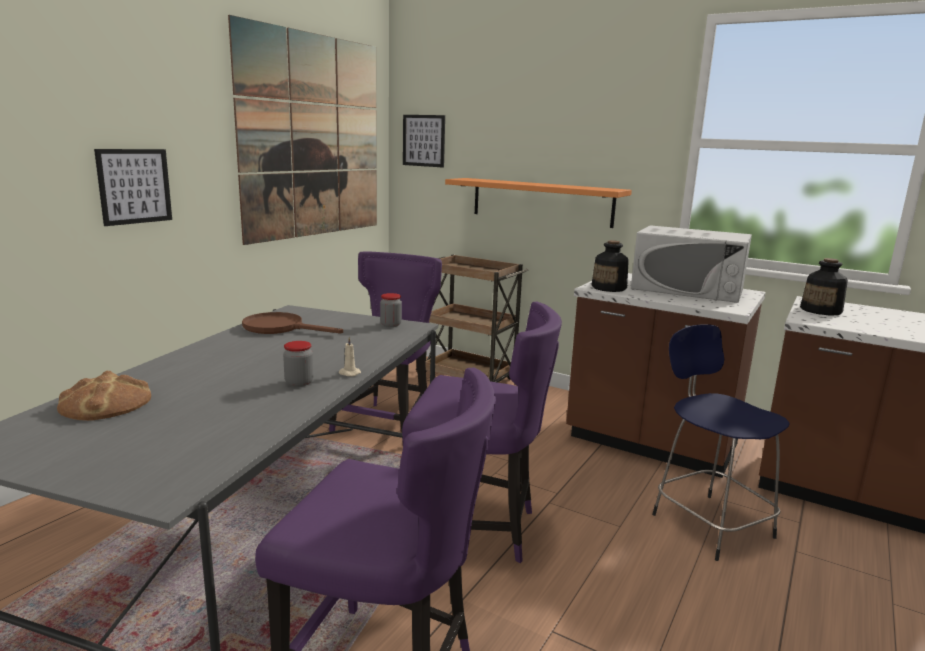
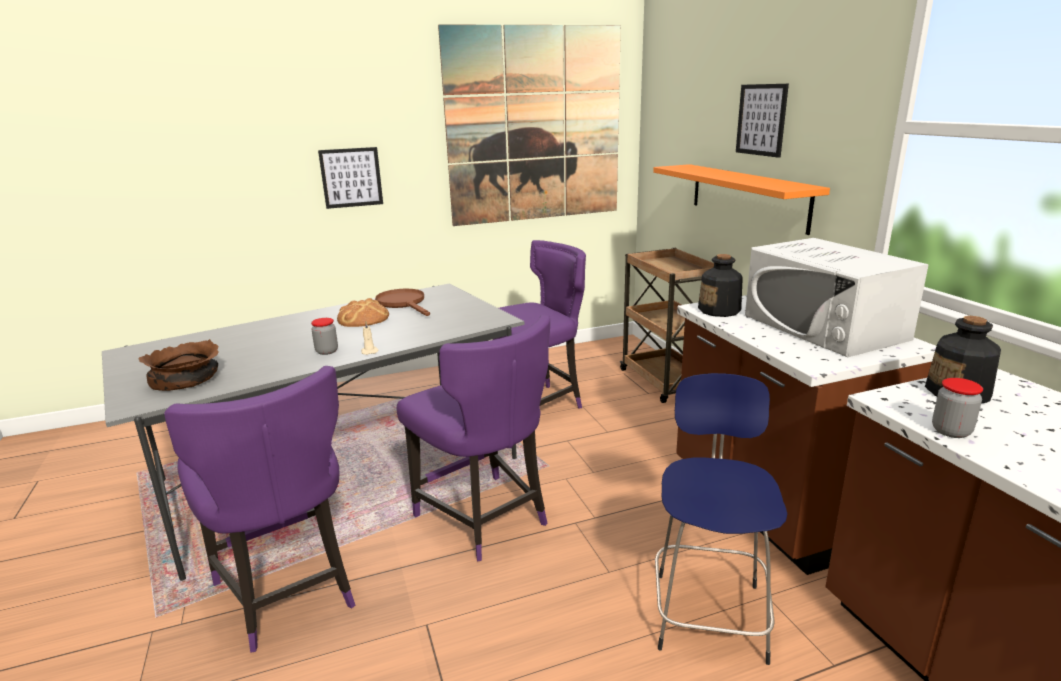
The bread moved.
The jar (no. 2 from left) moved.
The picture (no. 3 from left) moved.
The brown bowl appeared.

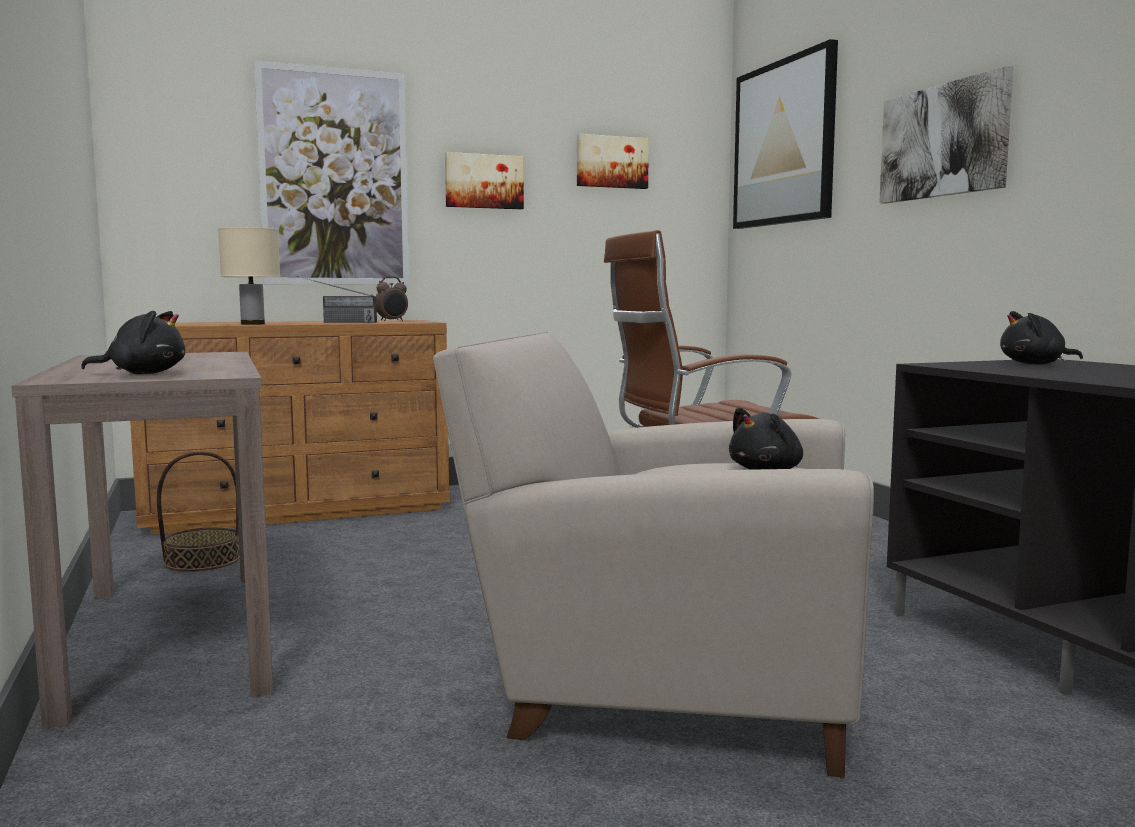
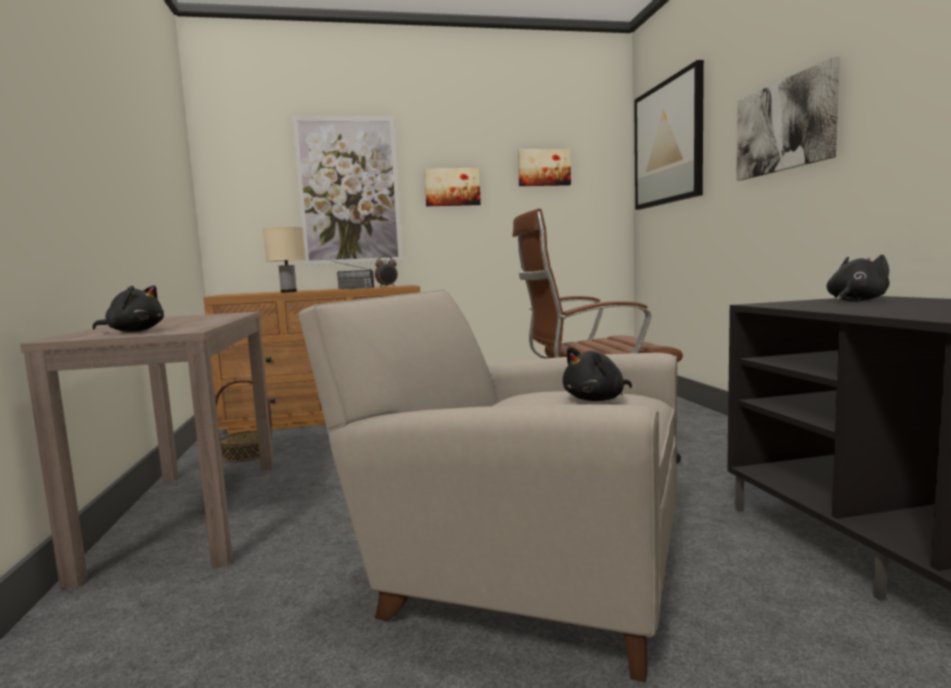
The black plush toy (no. 3 from left) turned 135 degrees clockwise.

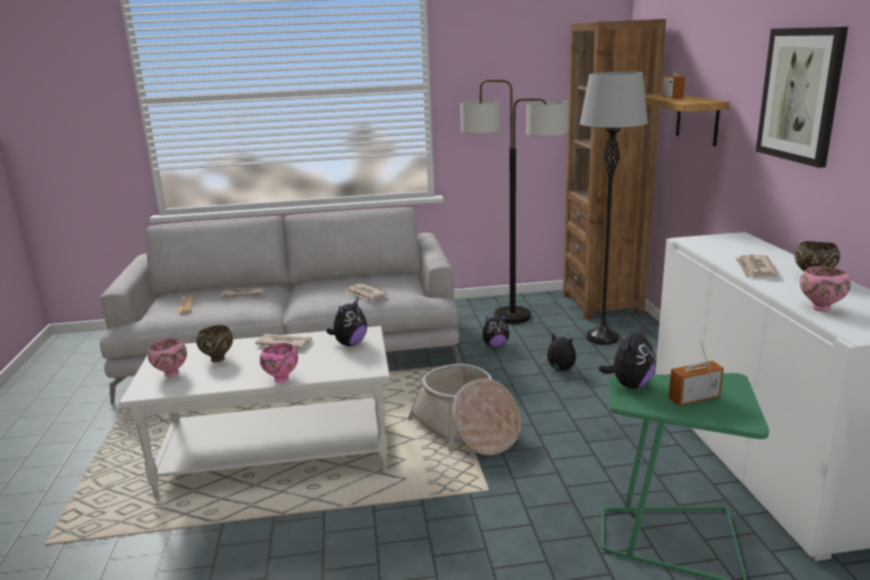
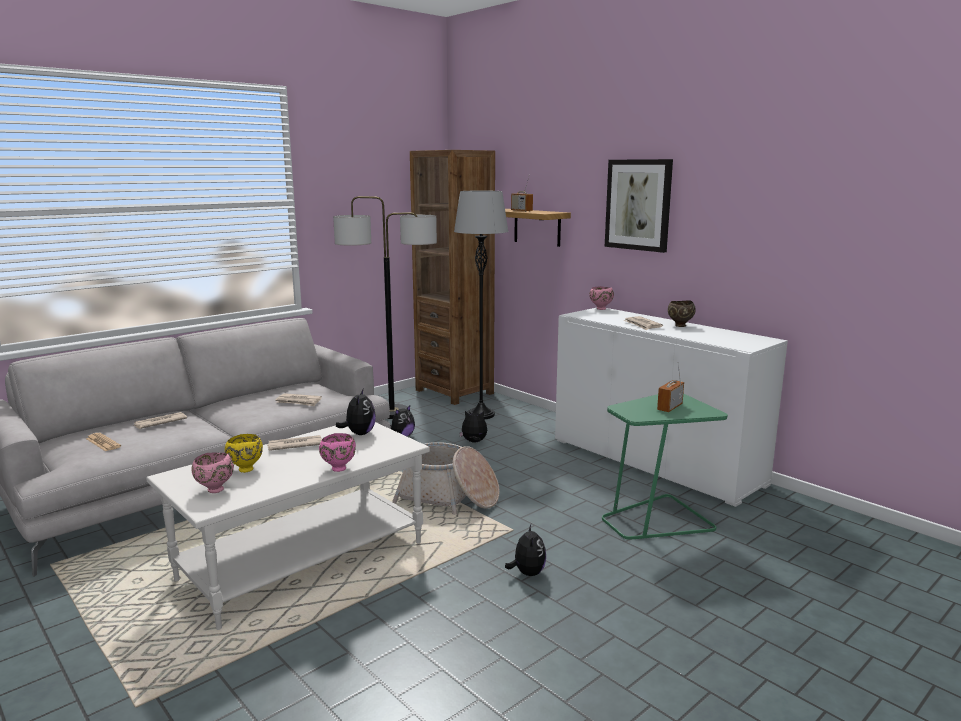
The brown bowl (no. 1 from left) became the yellow bowl.
The plush toy (no. 4 from left) moved.
The pink bowl (no. 3 from left) moved.

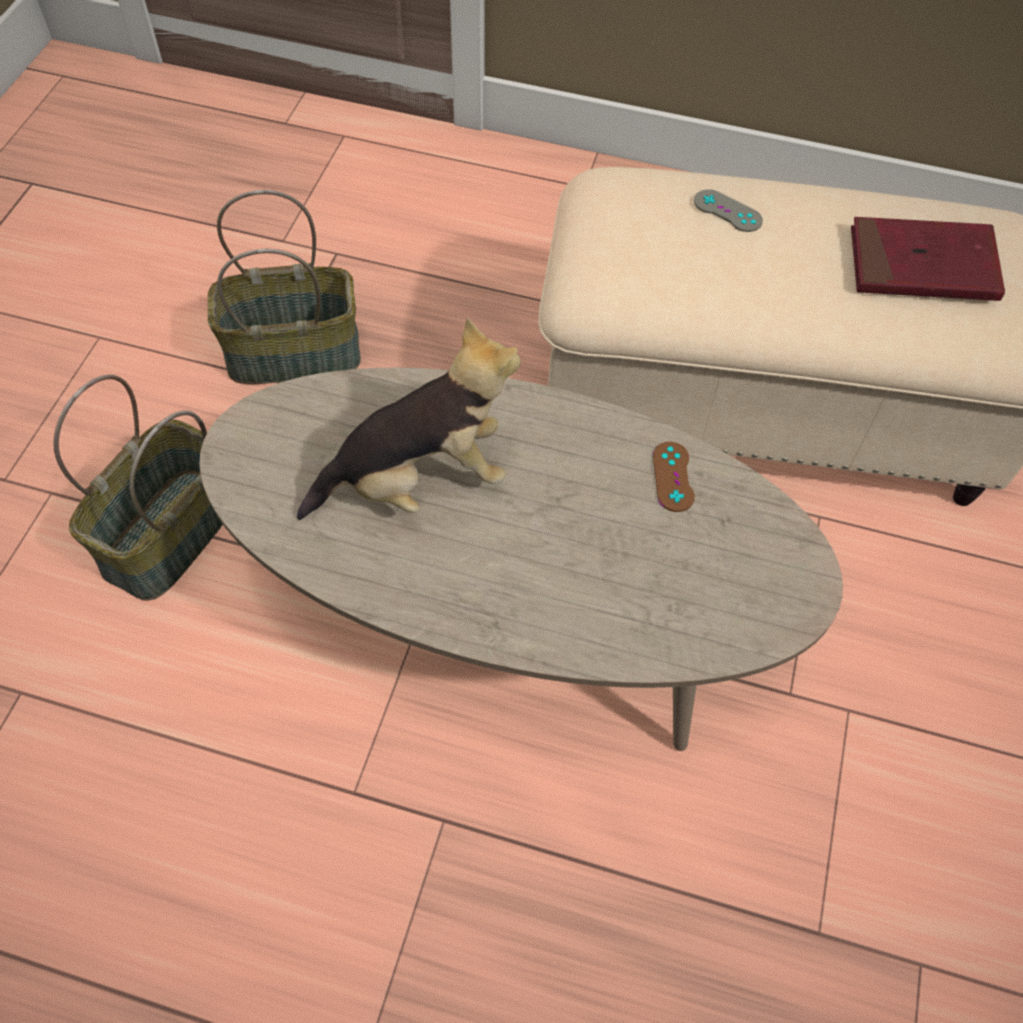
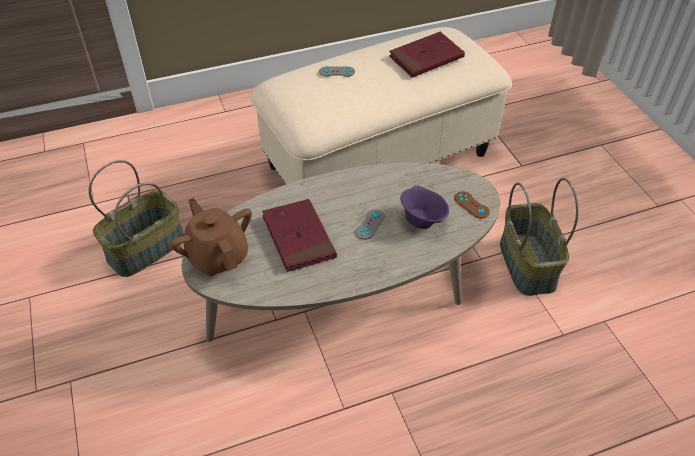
The basket (no. 1 from left in the first image) moved.
The plush toy was replaced by the red book (no. 1 from left).
The brown game controller moved.
The brown teapot appeared.
The grey game controller (no. 2 from left) appeared.
The purple bowl appeared.

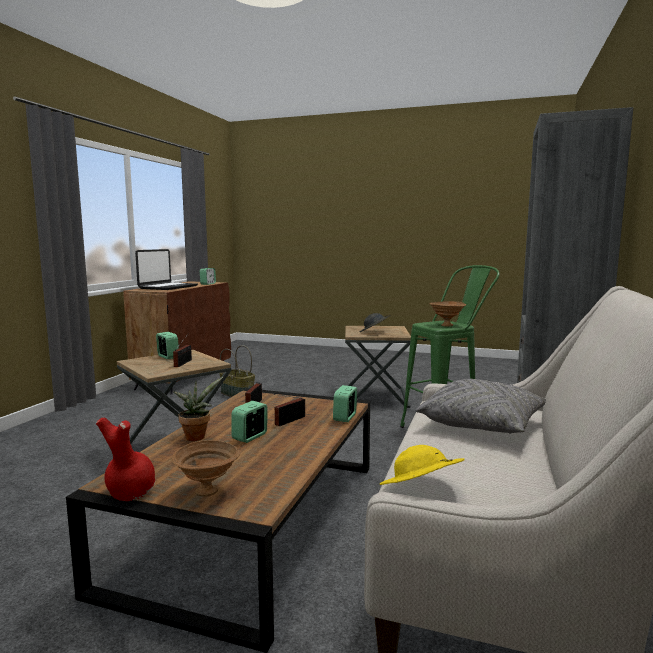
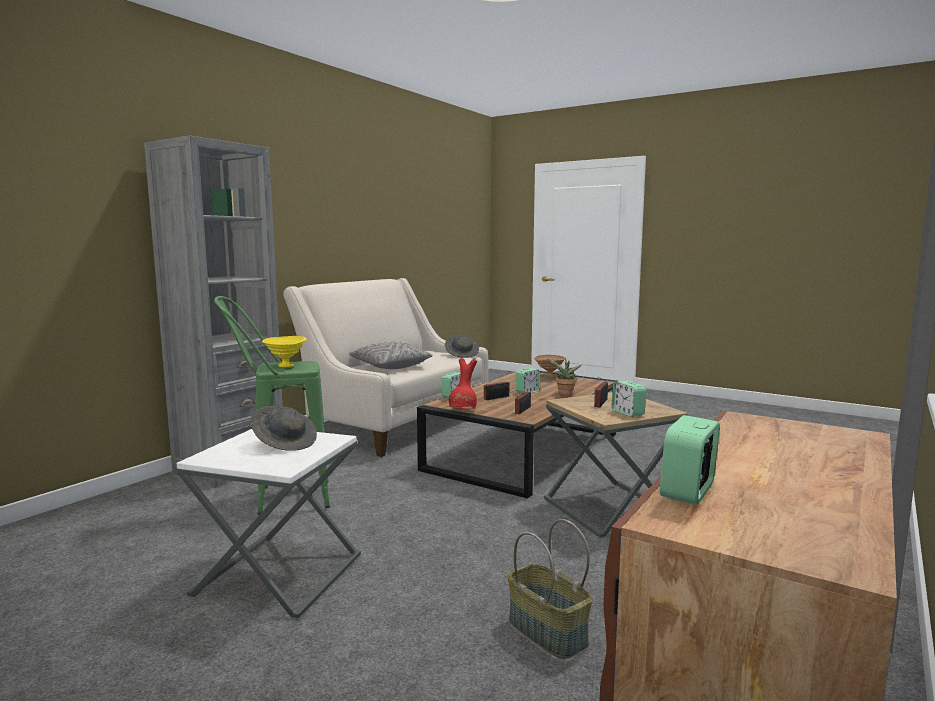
The red vase moved.
The laptop disappeared.
The brown side table (no. 2 from left) became the white side table.
The yellow hat became the grey hat (no. 2 from left).
The brown bowl (no. 2 from left) became the yellow bowl.

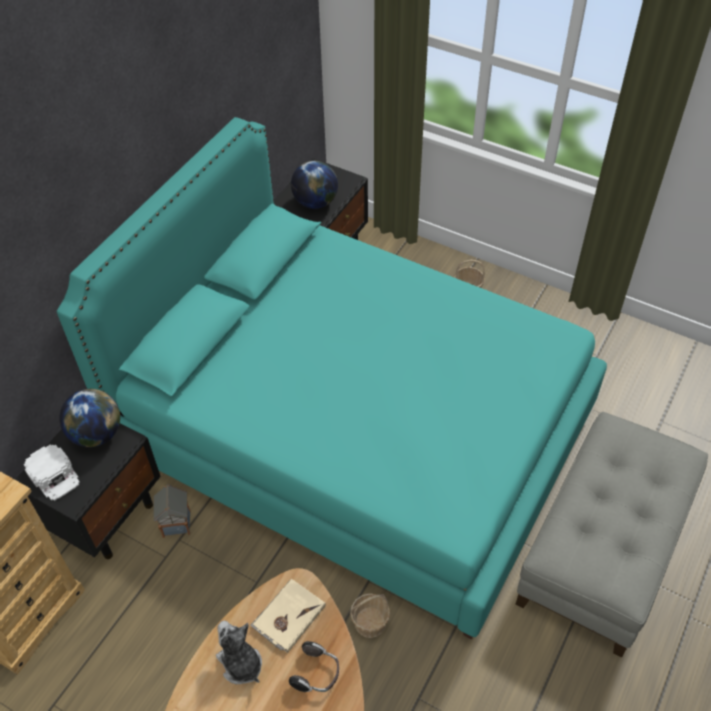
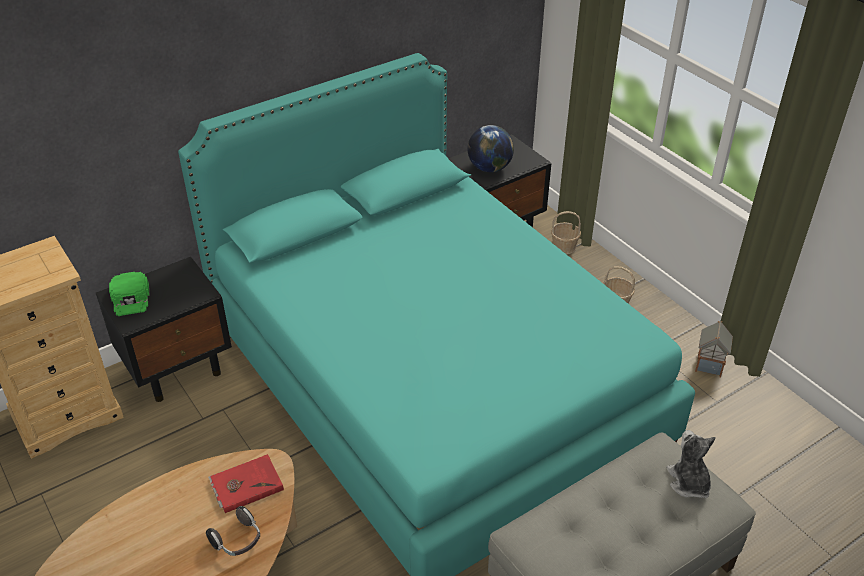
The white cap became the green cap.
The globe (no. 1 from left) disappeared.
The toy house moved.
The plush toy moved.
The beige book became the red book.
The basket (no. 1 from left) moved.

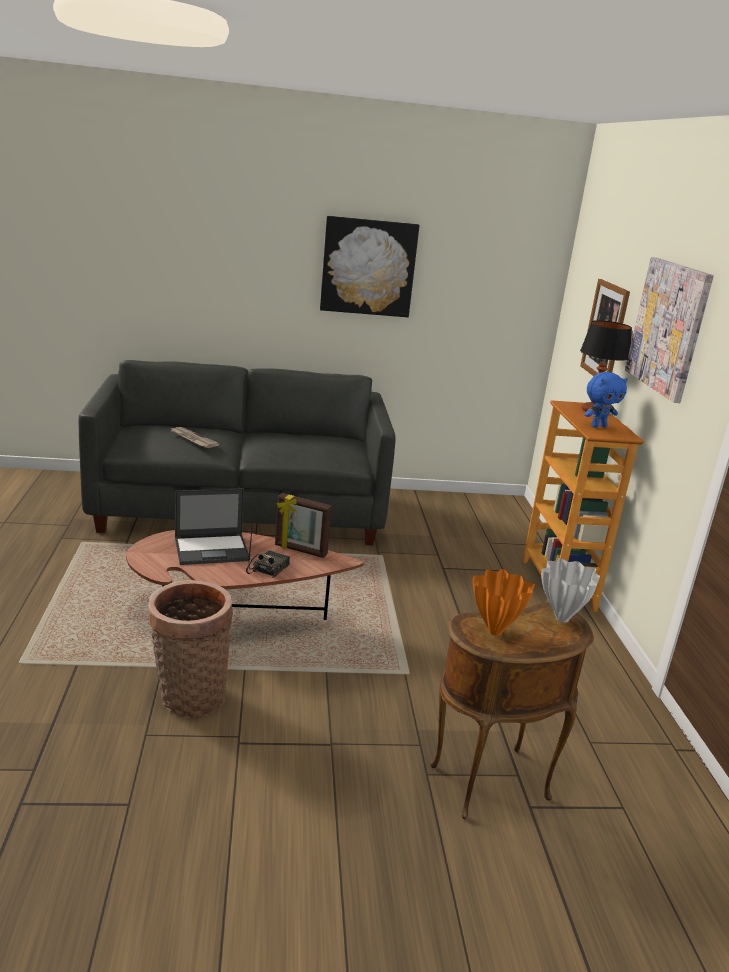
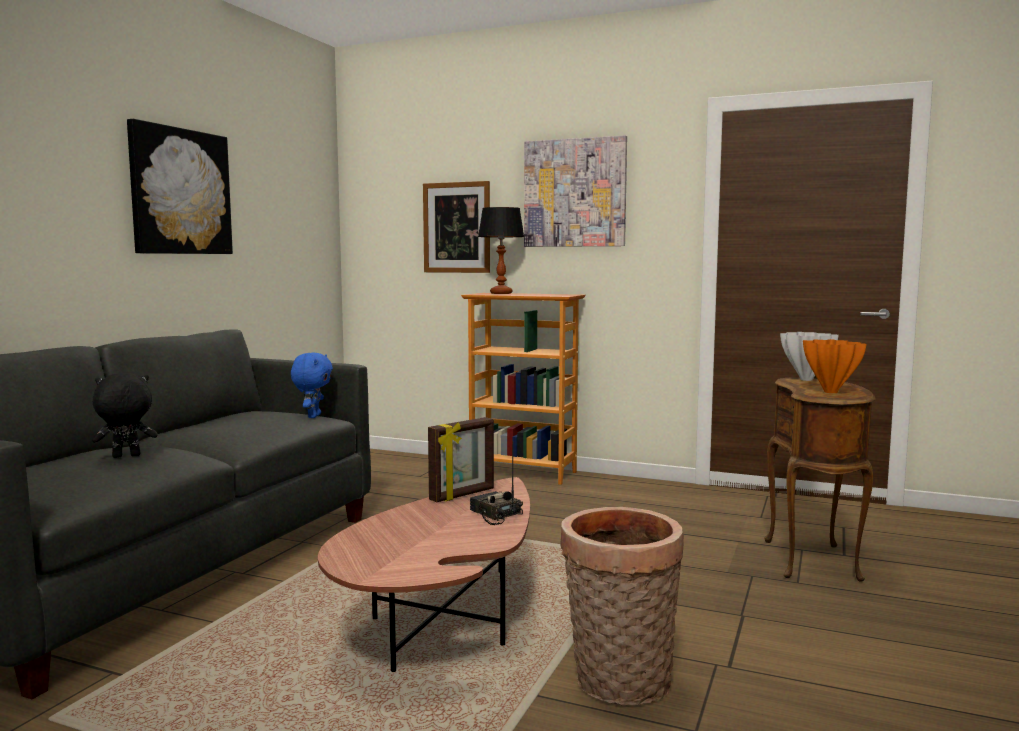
The newspaper was replaced by the black plush toy.
The laptop disappeared.
The blue plush toy moved.

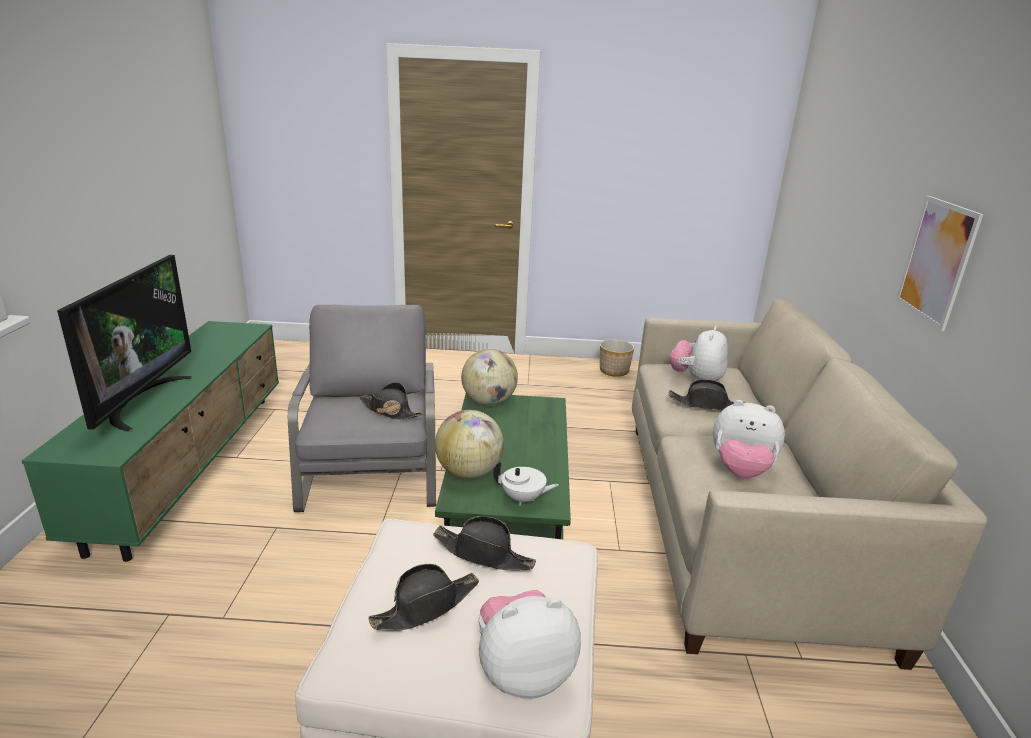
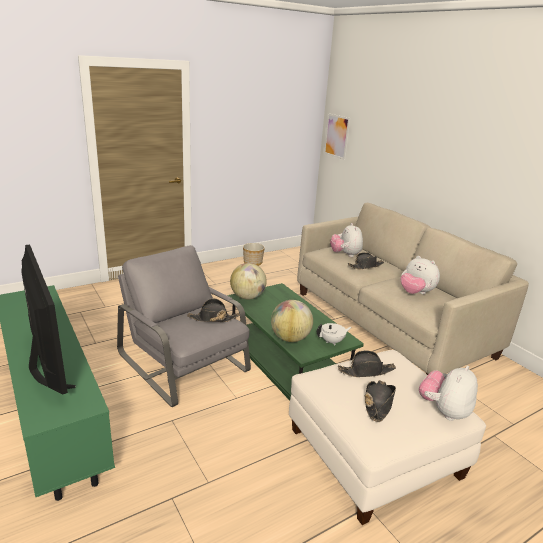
The plush toy (no. 3 from left in the first image) turned 60 degrees clockwise.
The picture moved.

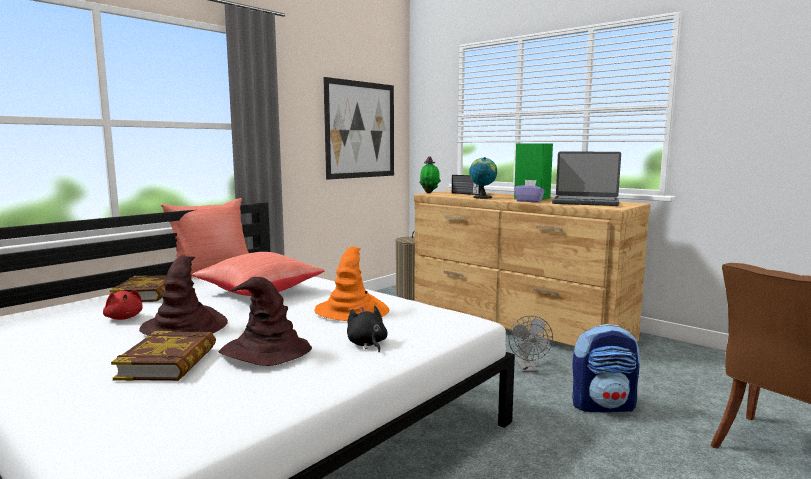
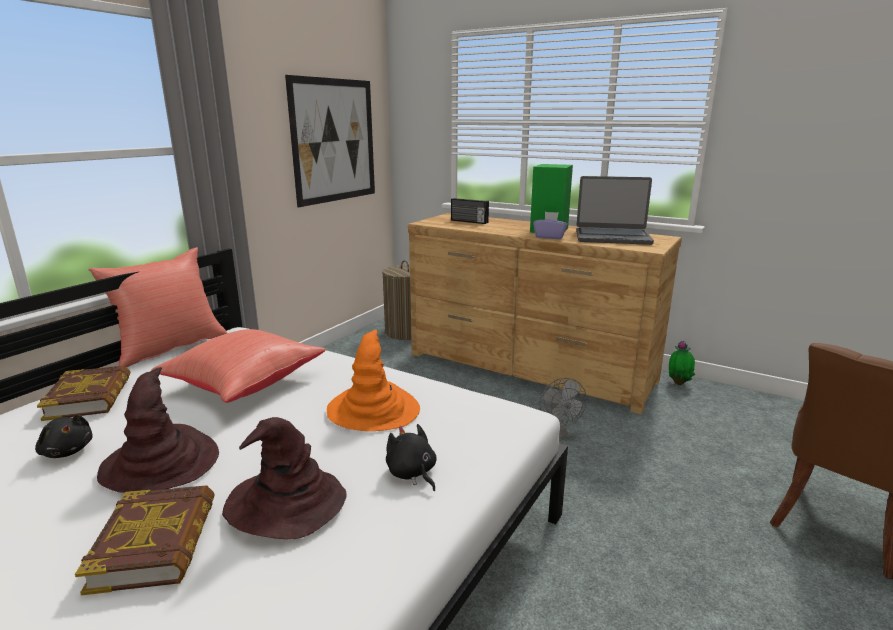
The red plush toy became the black plush toy (no. 1 from left).
The potted plant moved.
The globe disappeared.
The backpack disappeared.

